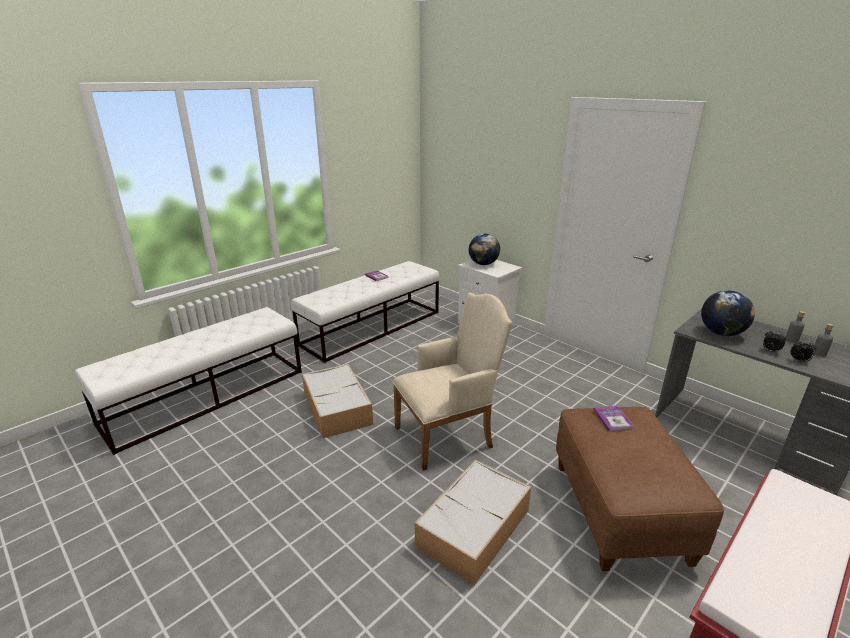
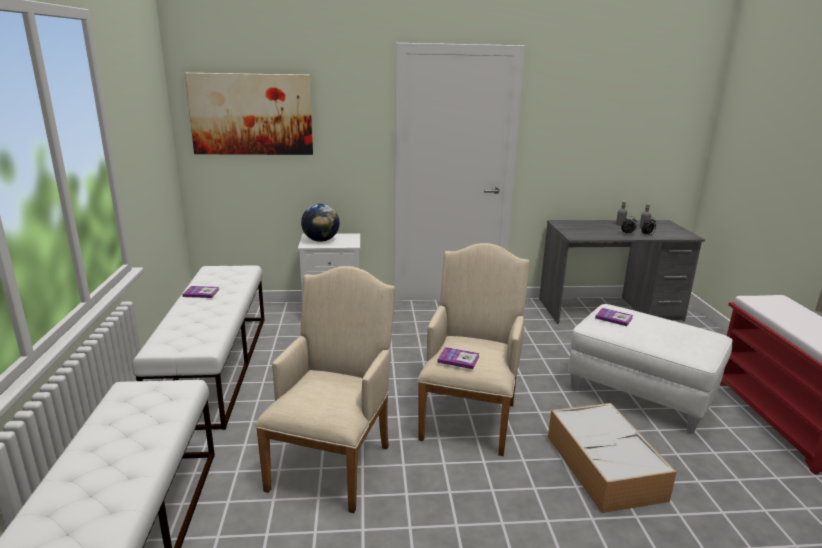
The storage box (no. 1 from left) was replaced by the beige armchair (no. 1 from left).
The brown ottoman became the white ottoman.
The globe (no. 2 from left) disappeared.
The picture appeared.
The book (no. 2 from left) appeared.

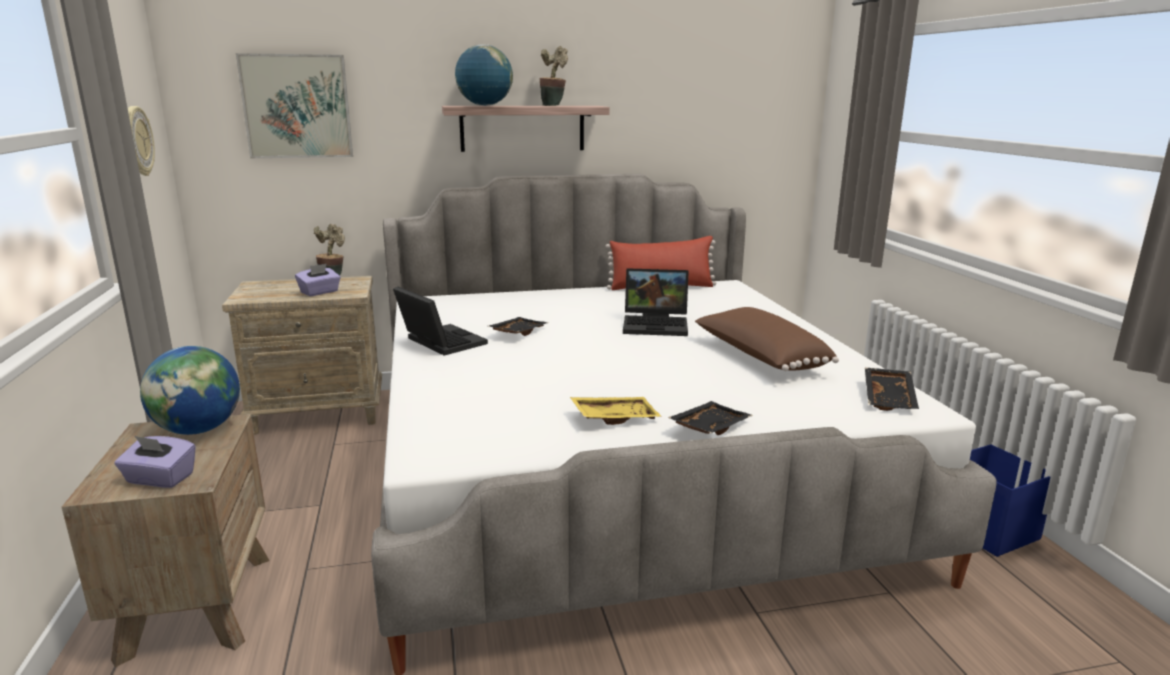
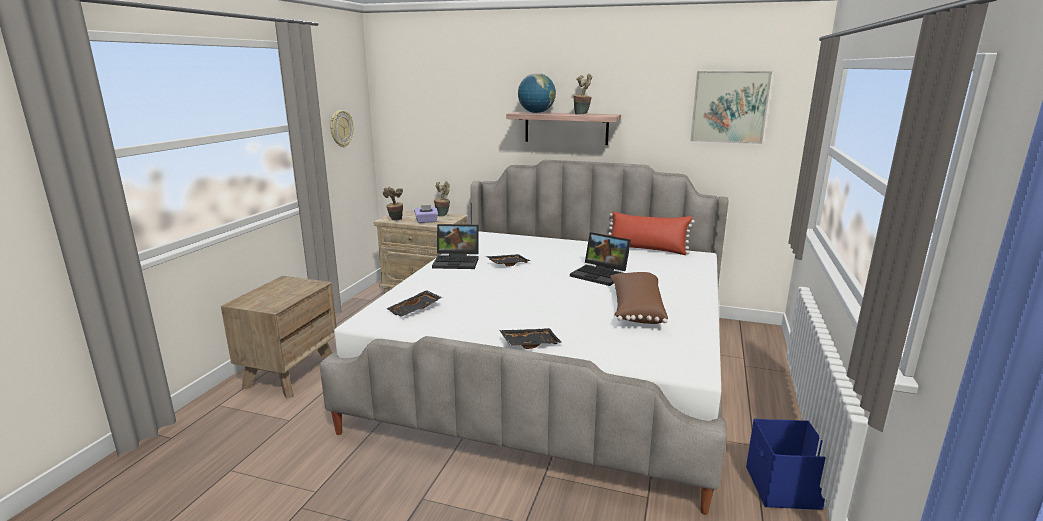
The purple tissue box (no. 1 from left) disappeared.
The globe (no. 1 from left) disappeared.
The picture moved.
The laptop (no. 1 from left) turned 105 degrees clockwise.
The yellow tray disappeared.
The black tray (no. 3 from left in the first image) moved.
The potted plant (no. 1 from left) appeared.

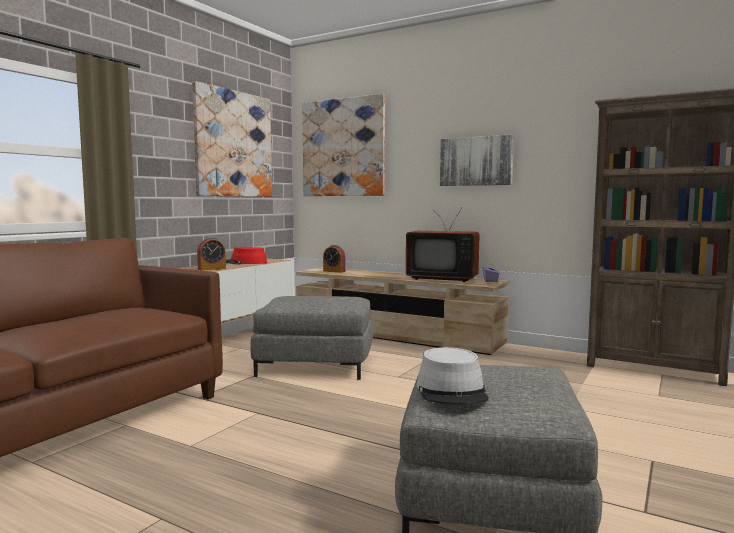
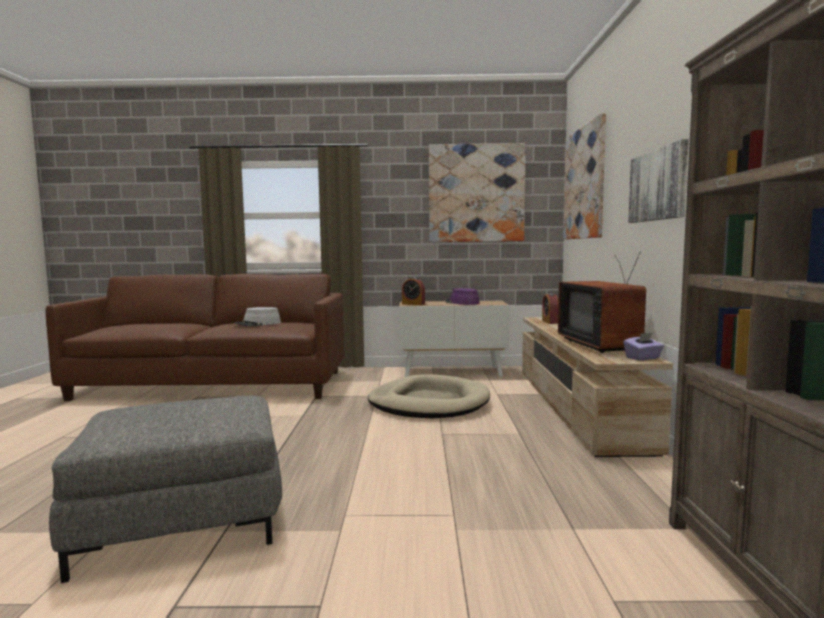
The red hat became the purple hat.
The grey ottoman (no. 1 from left) was replaced by the beige dog bed.
The grey hat moved.

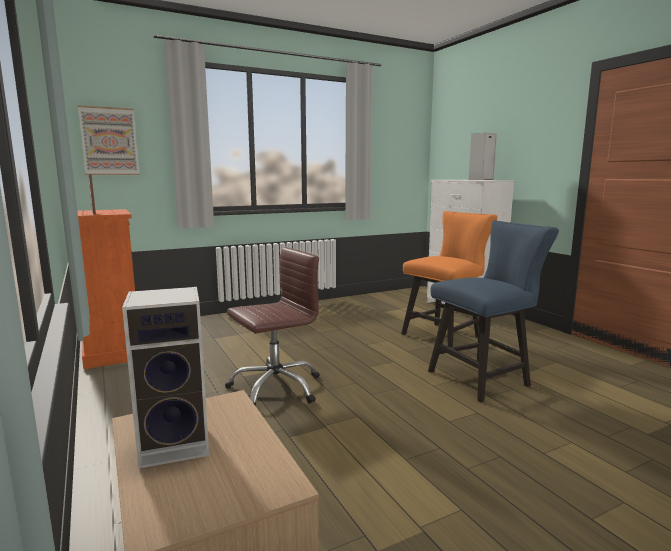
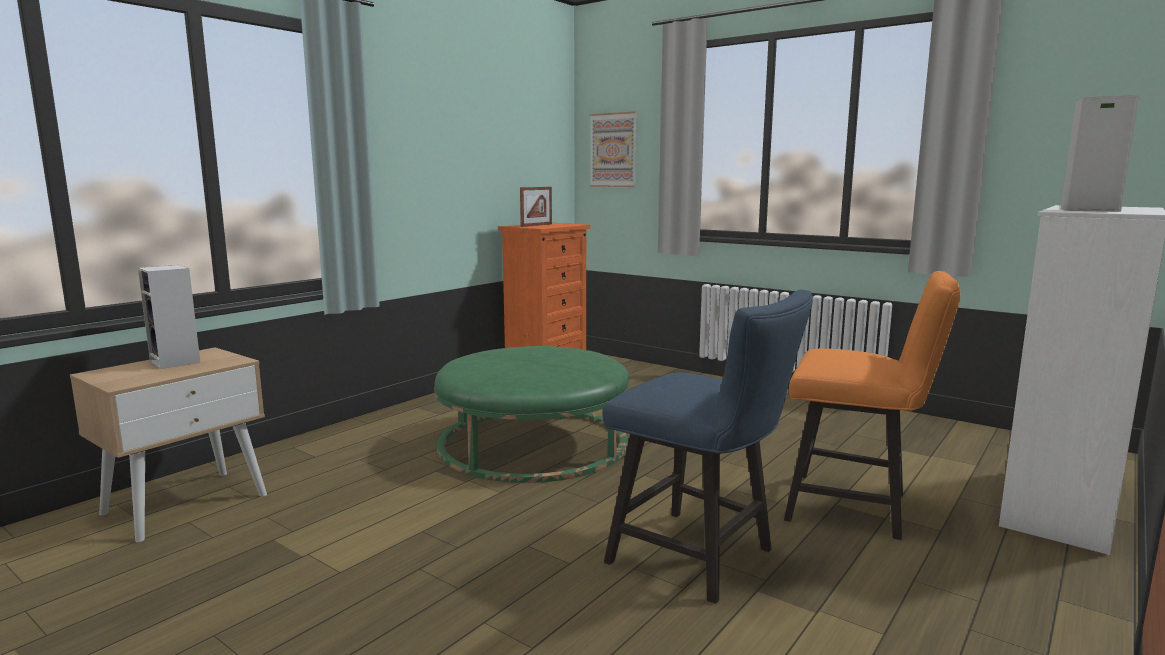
The brown office chair was replaced by the green ottoman.

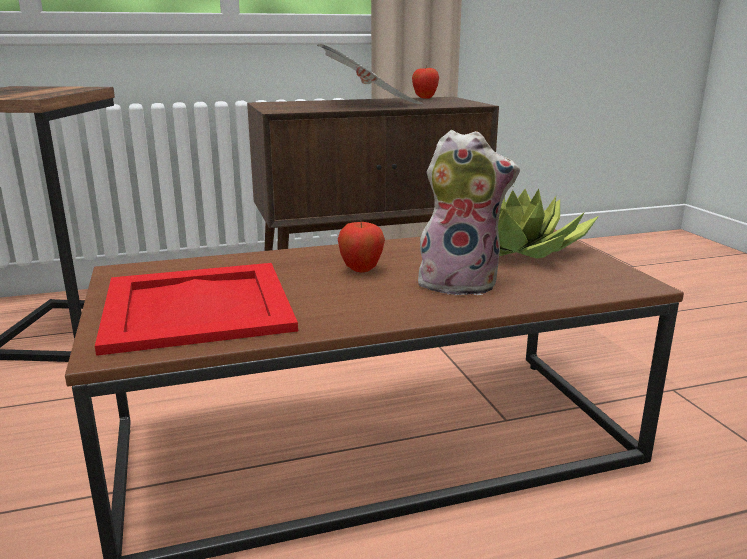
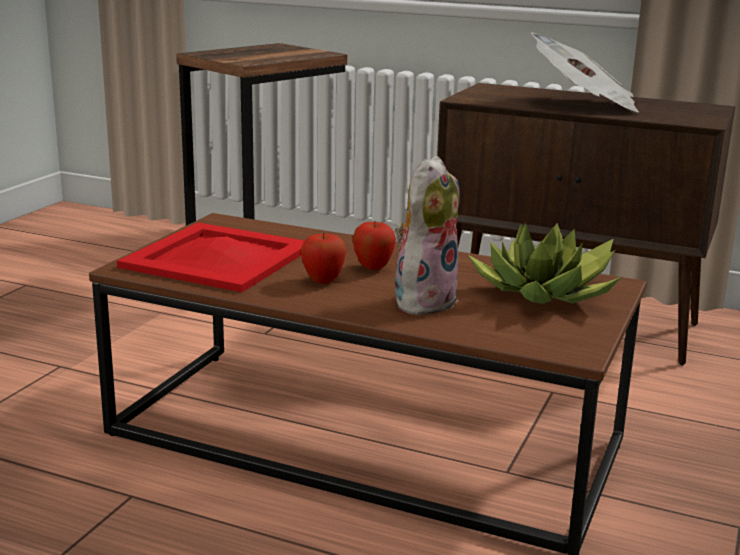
The apple (no. 2 from left in the first image) moved.
The plush toy turned 105 degrees counterclockwise.

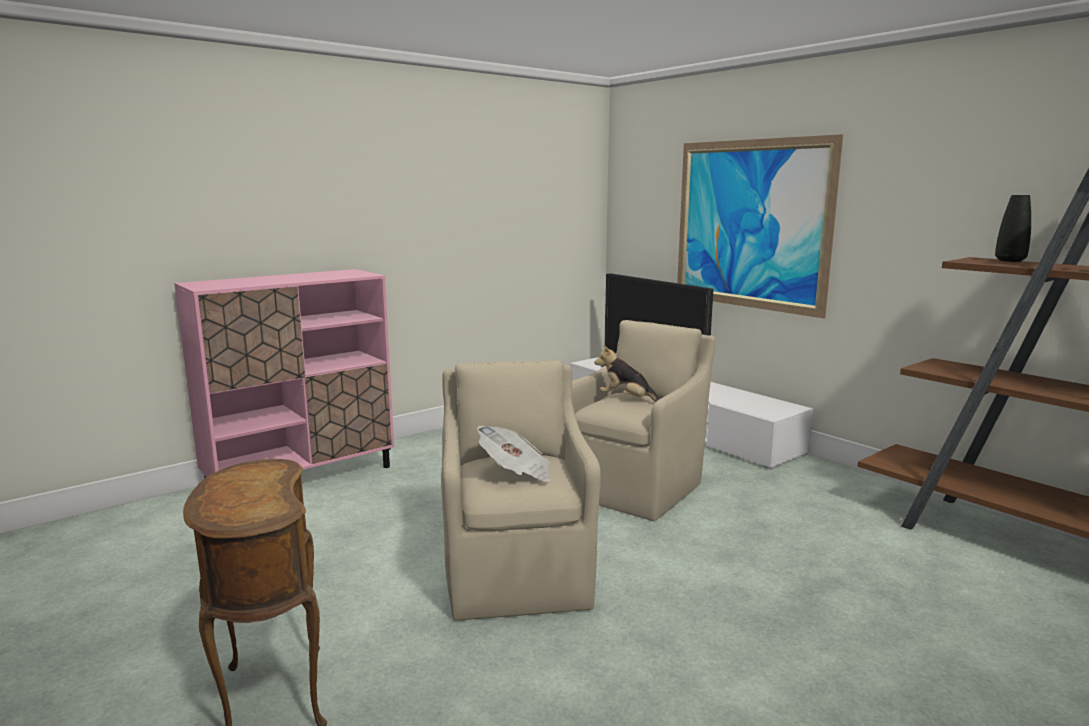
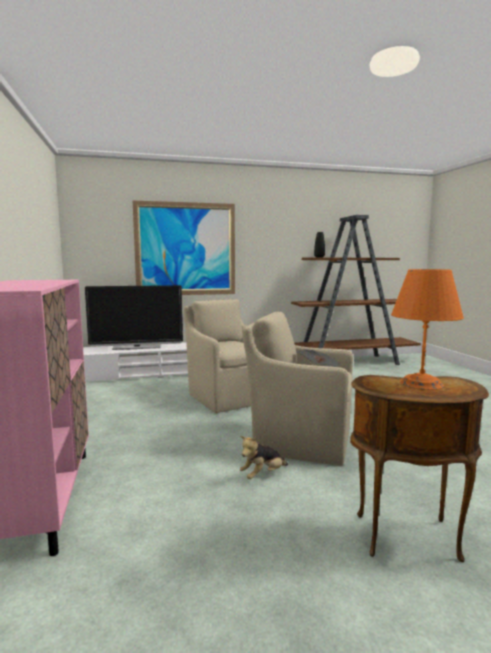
The plush toy moved.
The orange table lamp appeared.

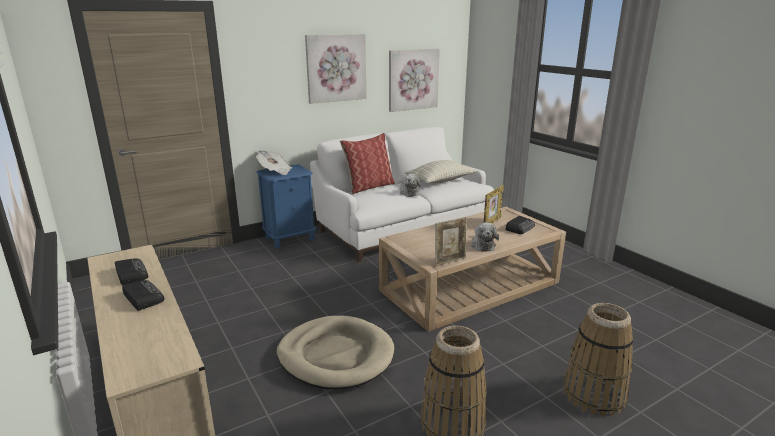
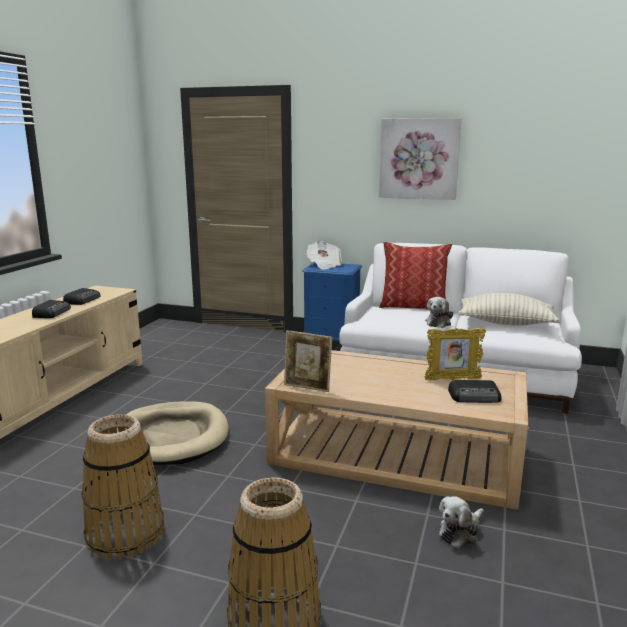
The picture (no. 2 from left) disappeared.
The plush toy (no. 2 from left) moved.

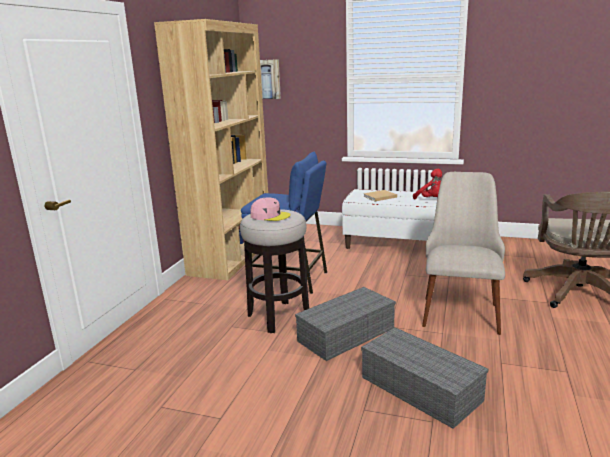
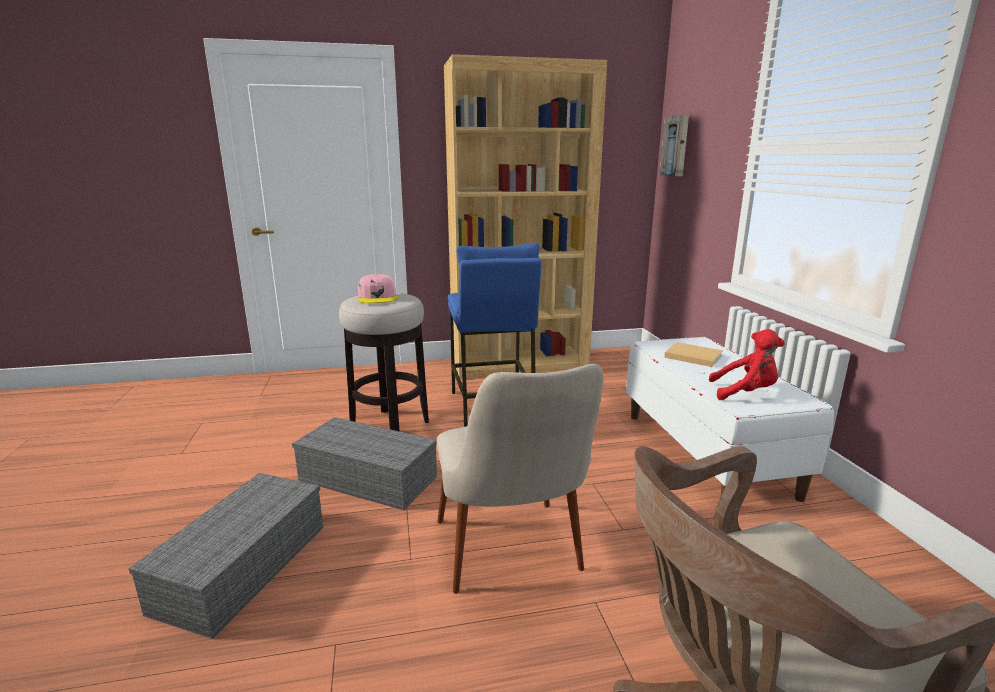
The red plush toy turned 105 degrees counterclockwise.
The beige chair turned 90 degrees clockwise.

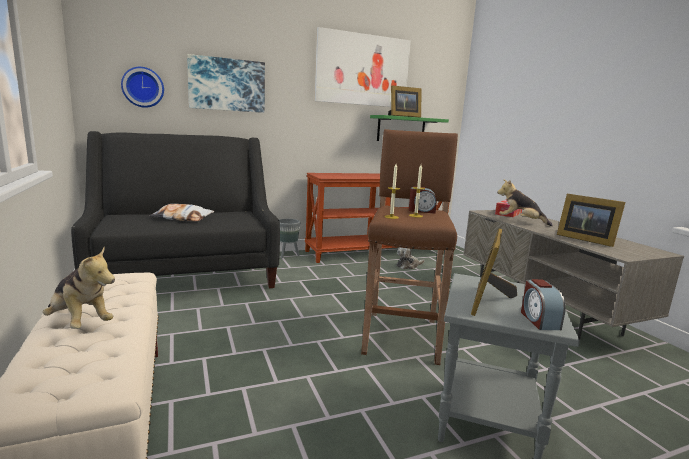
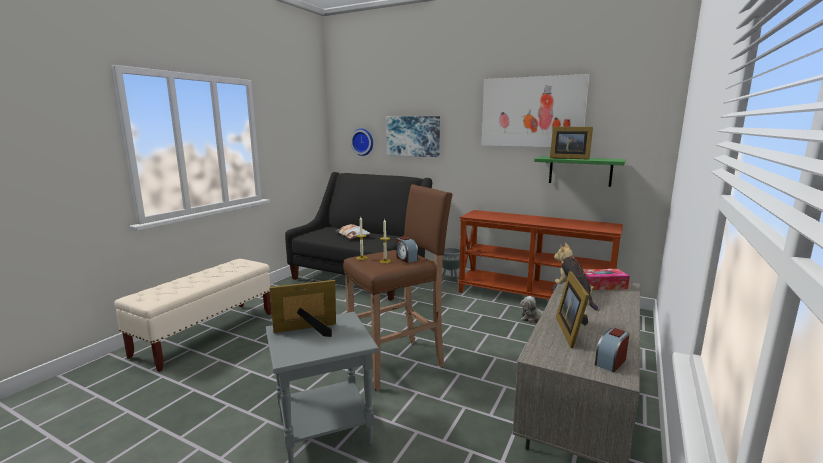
The plush toy (no. 1 from left) disappeared.
The alarm clock (no. 2 from left) moved.

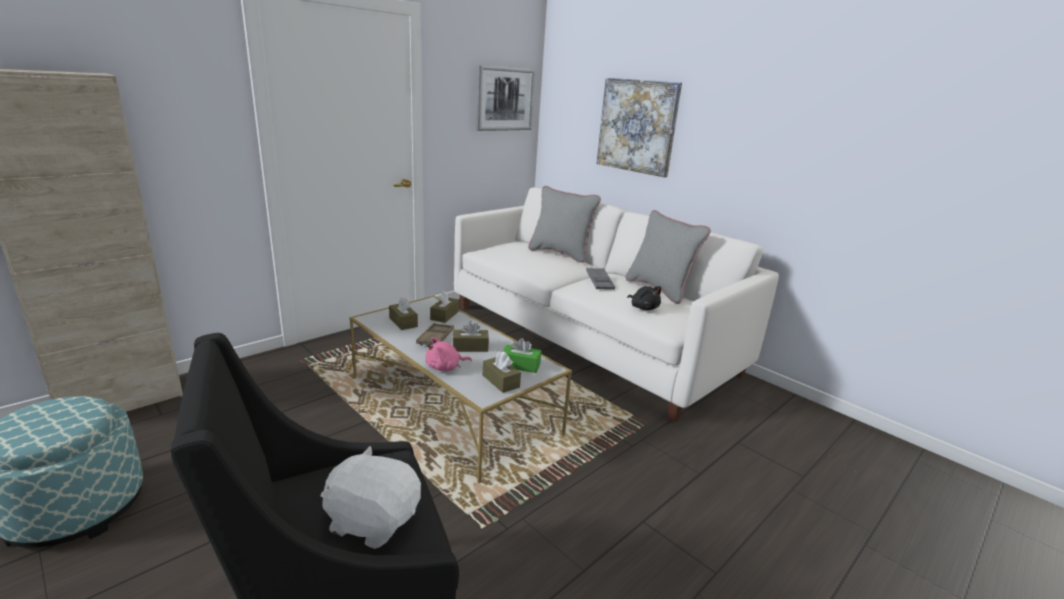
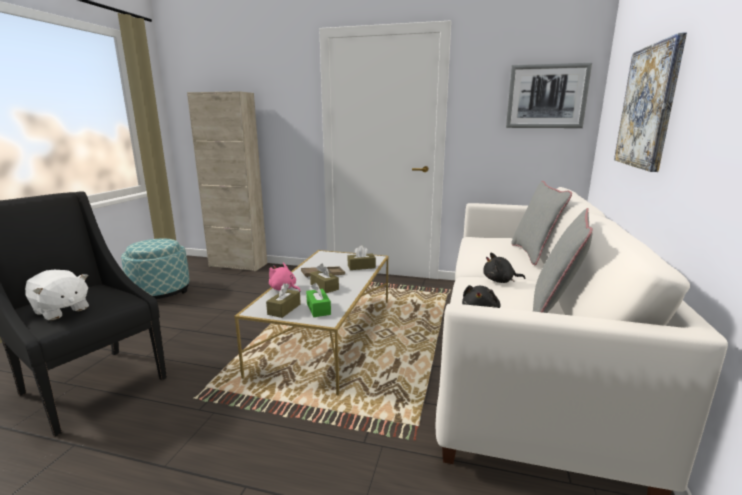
The white plush toy turned 135 degrees clockwise.
The brown tissue box (no. 1 from left) disappeared.
The grey tray was replaced by the black plush toy (no. 2 from left).

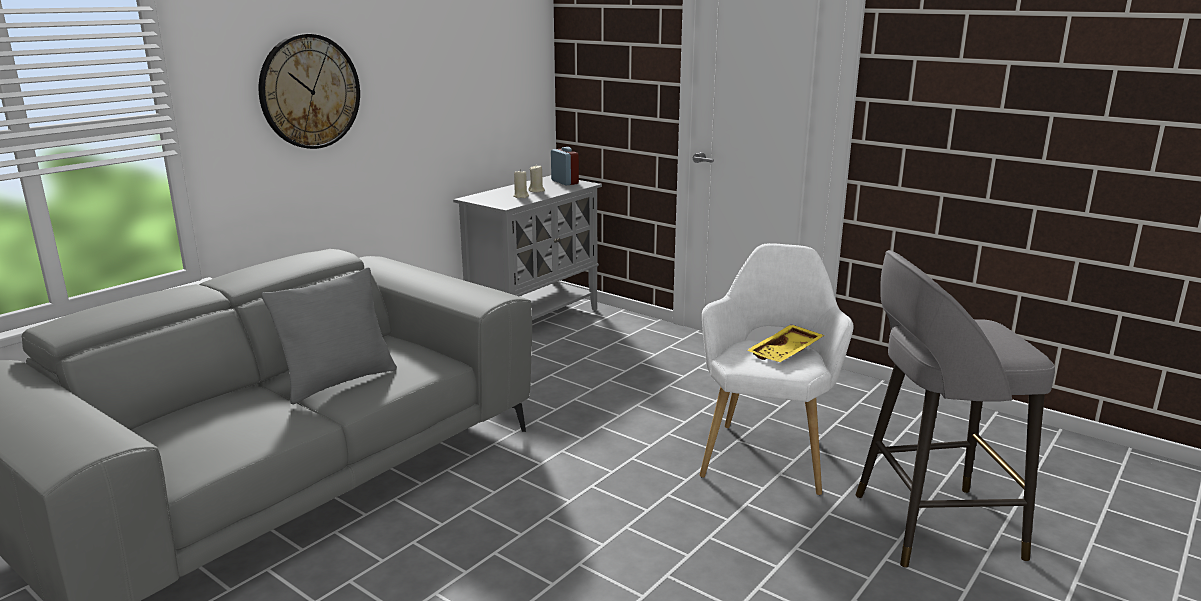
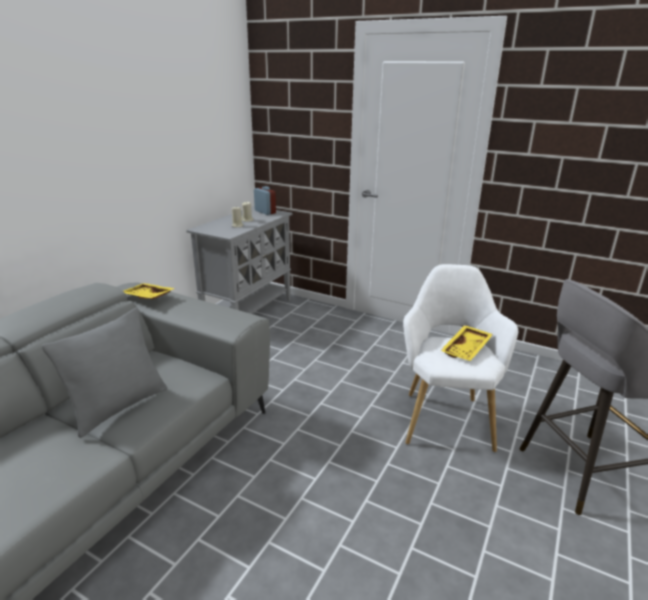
The wall clock disappeared.
The yellow tray (no. 1 from left) appeared.

